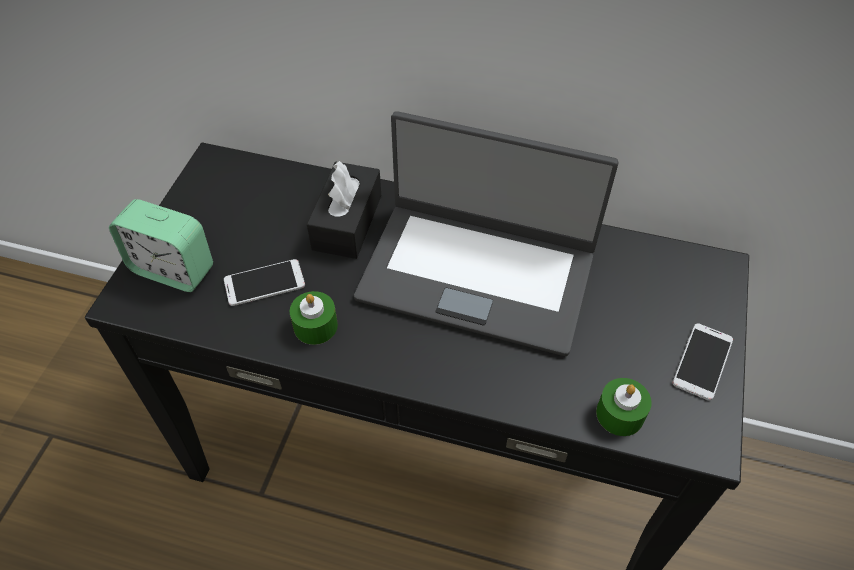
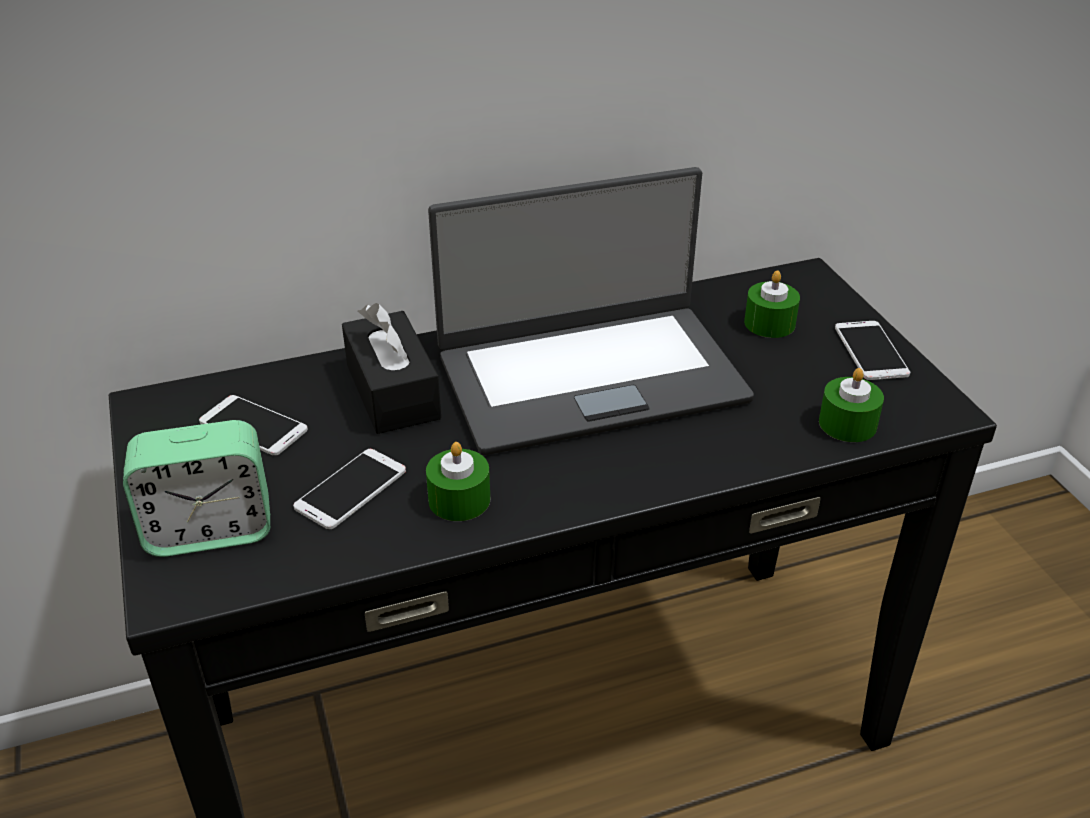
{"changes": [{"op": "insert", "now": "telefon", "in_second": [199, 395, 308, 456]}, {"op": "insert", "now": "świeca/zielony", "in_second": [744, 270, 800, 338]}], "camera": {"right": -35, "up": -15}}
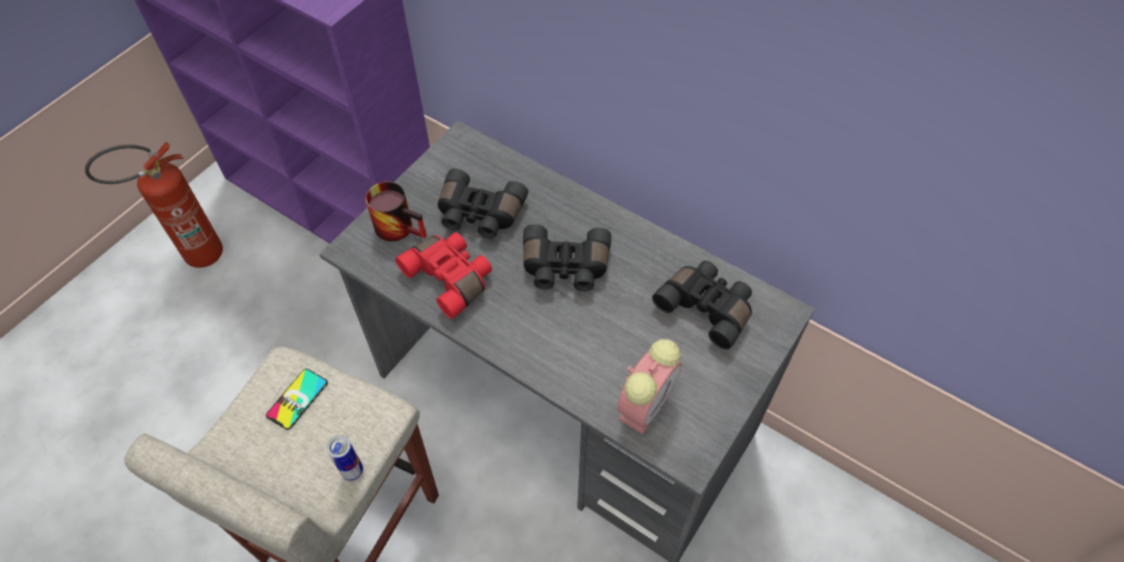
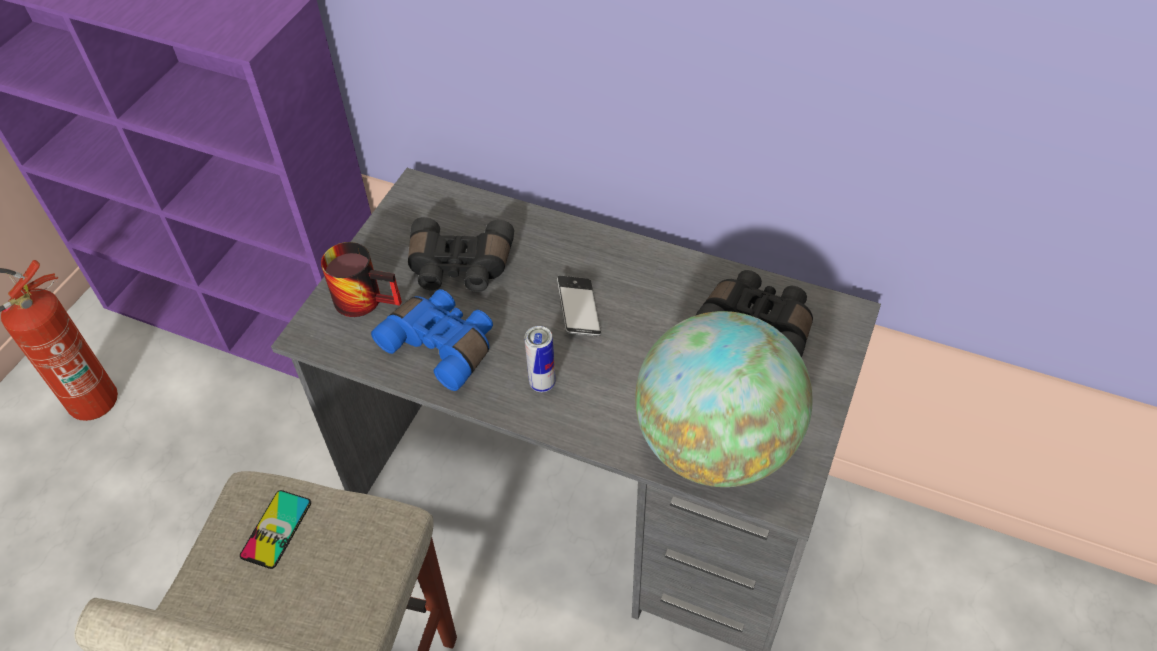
{"changes": [{"op": "move", "was": "puszka", "in_first": [327, 435, 363, 481], "in_second": [525, 326, 555, 392]}, {"op": "recolor", "was": "lornetka/czerwony", "now": "lornetka/niebieski", "in_first": [395, 232, 492, 319], "in_second": [371, 289, 493, 391]}, {"op": "replace", "was": "lornetka/czarny", "now": "telefon", "in_first": [523, 224, 611, 292], "in_second": [557, 275, 601, 336]}, {"op": "replace", "was": "budzik", "now": "globus", "in_first": [617, 339, 682, 434], "in_second": [635, 311, 813, 487]}], "camera": {"right": -10, "up": -5}}
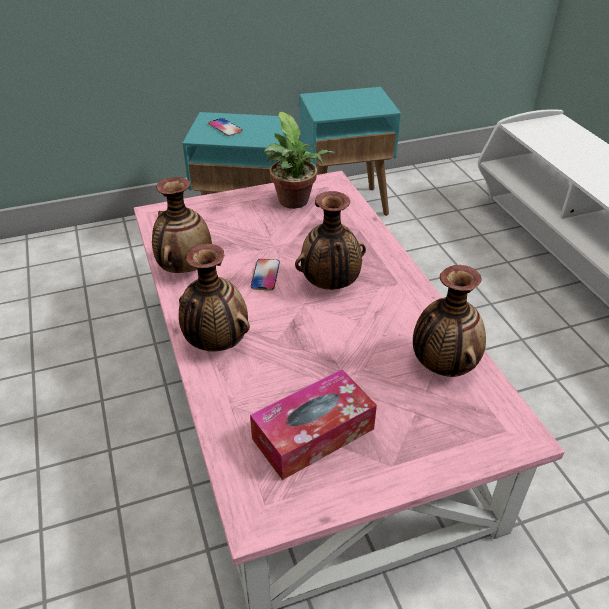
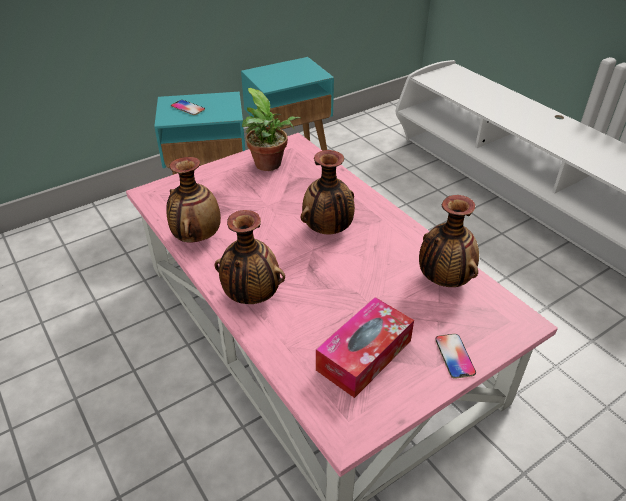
{"changes": [{"op": "move", "was": "telefon", "in_first": [251, 259, 280, 291], "in_second": [435, 334, 476, 379]}], "camera": {"right": -15, "up": 0}}
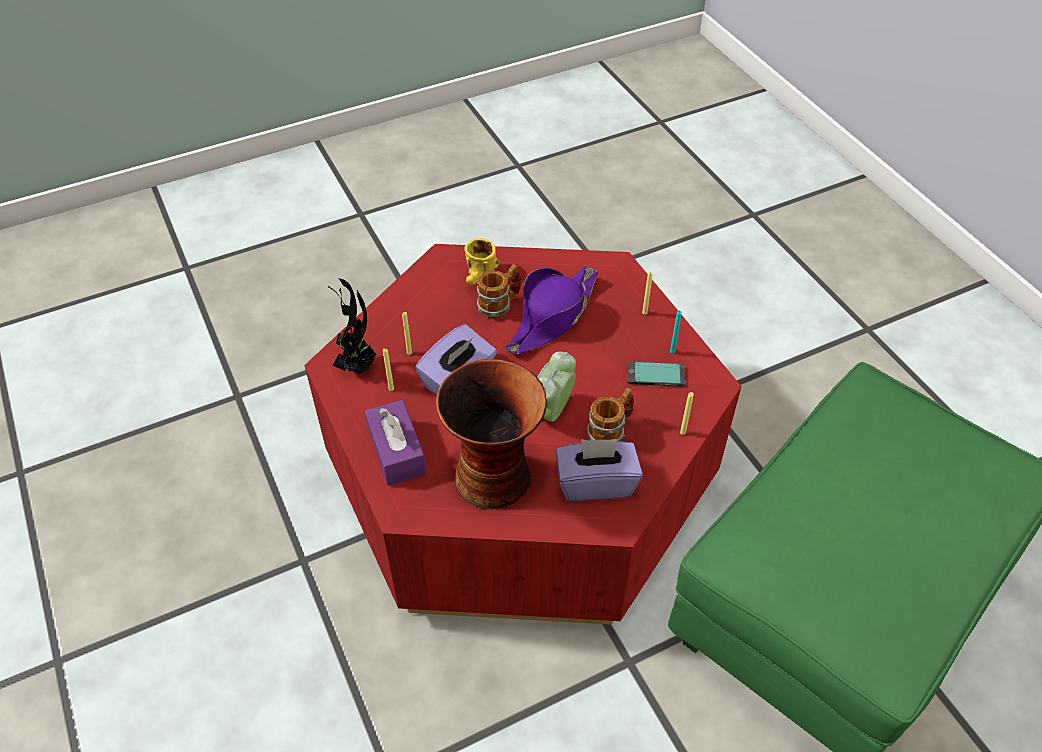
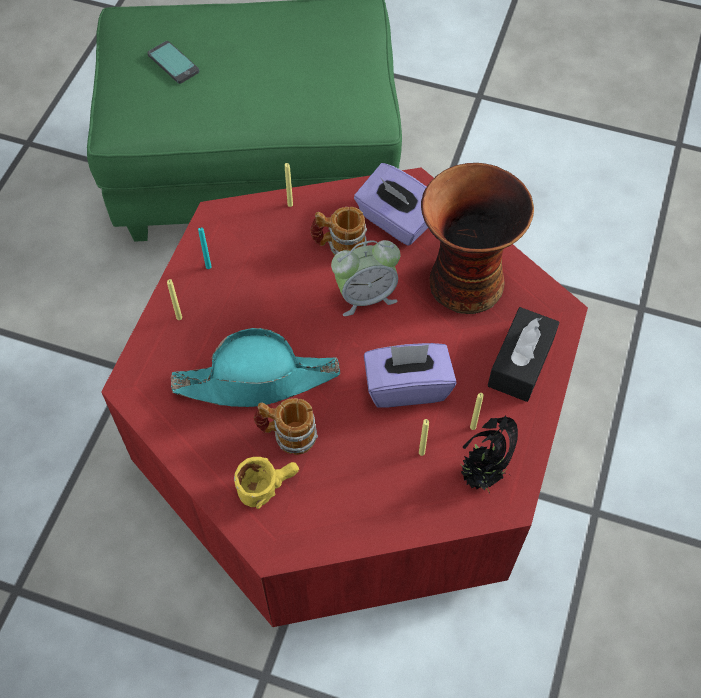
{"changes": [{"op": "recolor", "was": "pudełko chusteczek/fioletowy", "now": "pudełko chusteczek/czarny", "in_first": [365, 400, 426, 486], "in_second": [488, 307, 560, 402]}, {"op": "recolor", "was": "kapelusz/fioletowy", "now": "kapelusz/turkusowy", "in_first": [506, 266, 598, 354], "in_second": [170, 328, 340, 407]}, {"op": "move", "was": "telefon", "in_first": [627, 361, 685, 387], "in_second": [147, 41, 199, 84]}], "camera": {"right": -135, "up": 10}}
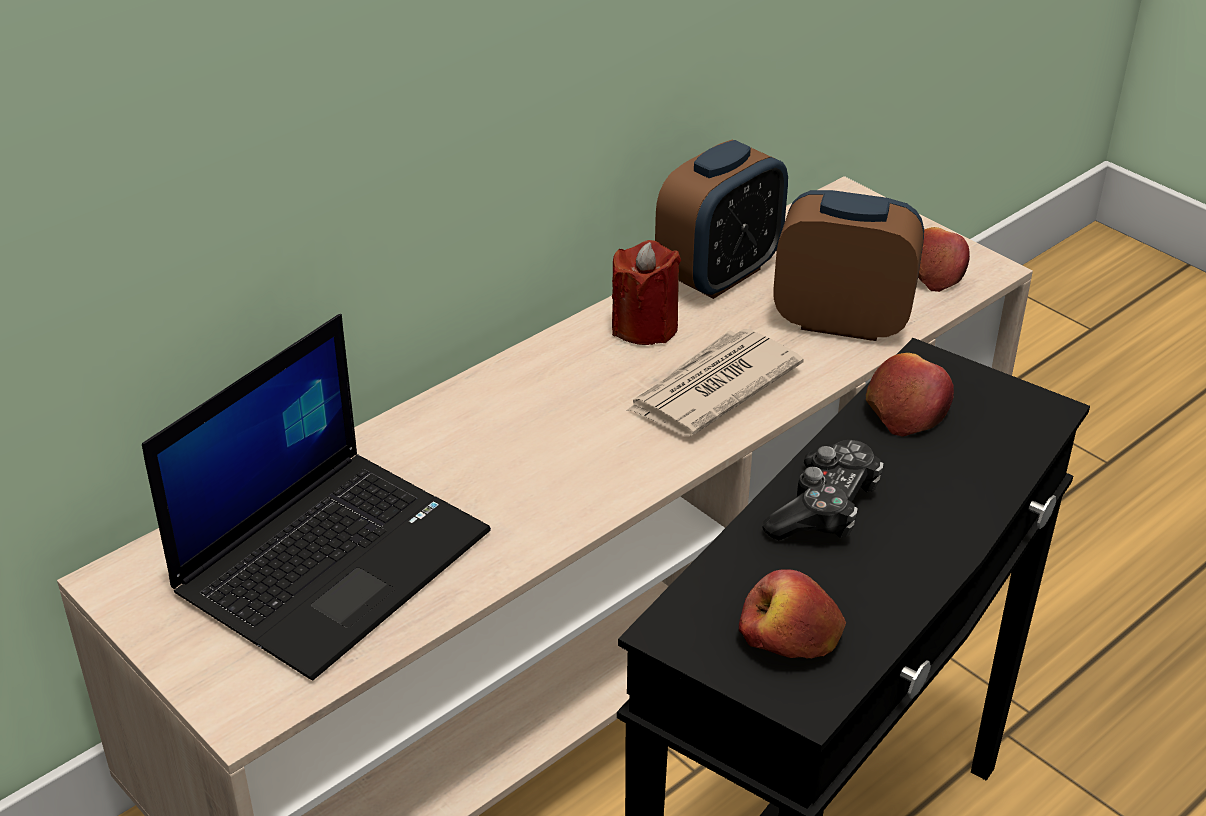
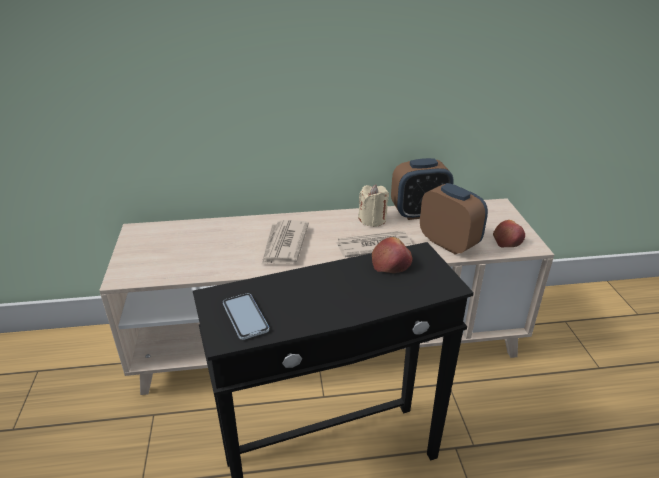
{"changes": [{"op": "delete", "was": "laptop", "in_first": [142, 314, 491, 680]}, {"op": "recolor", "was": "świeca/czerwony", "now": "świeca/beżowy", "in_first": [612, 240, 681, 345], "in_second": [358, 184, 389, 227]}, {"op": "replace", "was": "jabłko", "now": "telefon", "in_first": [739, 569, 846, 659], "in_second": [223, 293, 269, 340]}, {"op": "delete", "was": "pad do gier", "in_first": [762, 440, 883, 540]}, {"op": "insert", "now": "gazeta", "in_second": [261, 220, 309, 265]}], "camera": {"right": 35, "up": -5}}
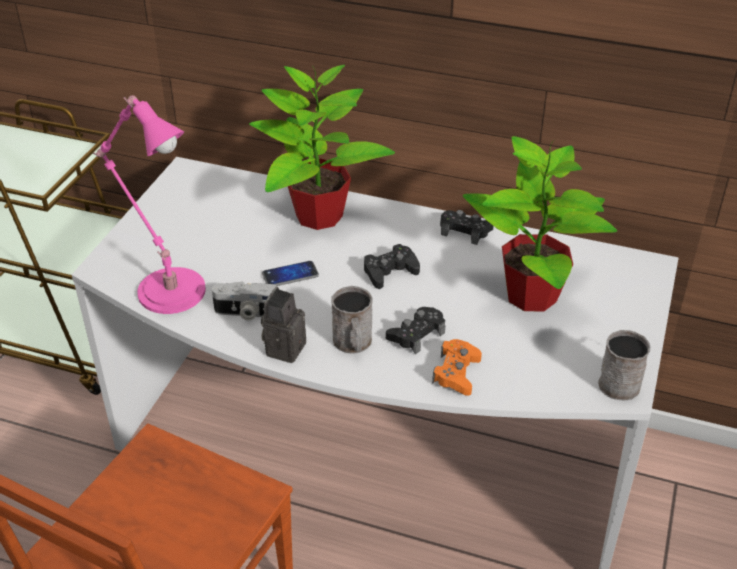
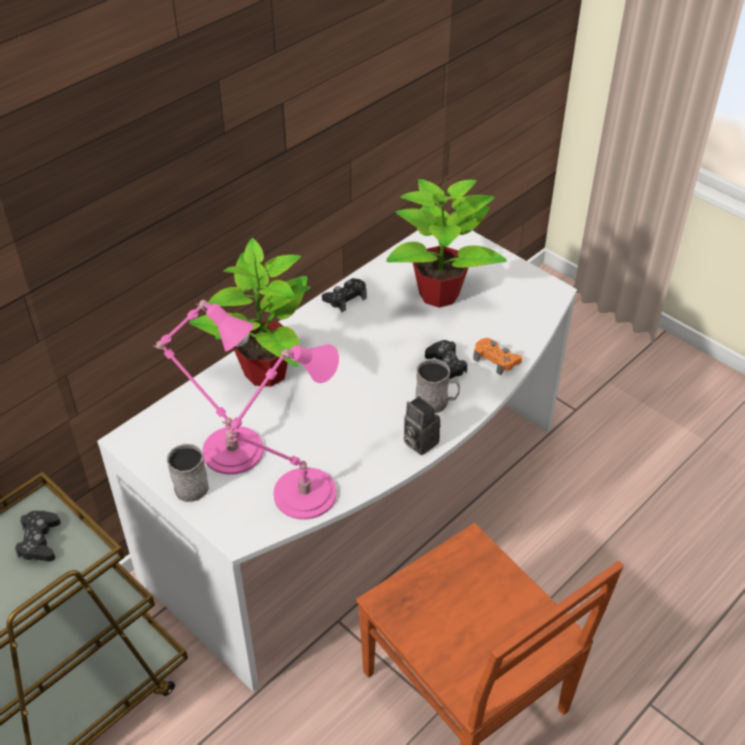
{"changes": [{"op": "delete", "was": "aparat fotograficzny", "in_first": [212, 281, 276, 320]}, {"op": "delete", "was": "telefon", "in_first": [262, 261, 319, 286]}, {"op": "move", "was": "pad do gier/czarny", "in_first": [364, 244, 420, 289], "in_second": [15, 511, 61, 562]}, {"op": "move", "was": "kubek/szary", "in_first": [598, 330, 650, 400], "in_second": [167, 444, 209, 502]}, {"op": "insert", "now": "lampa stołowa/różowy", "in_second": [153, 300, 263, 475]}], "camera": {"right": -65, "up": 5}}
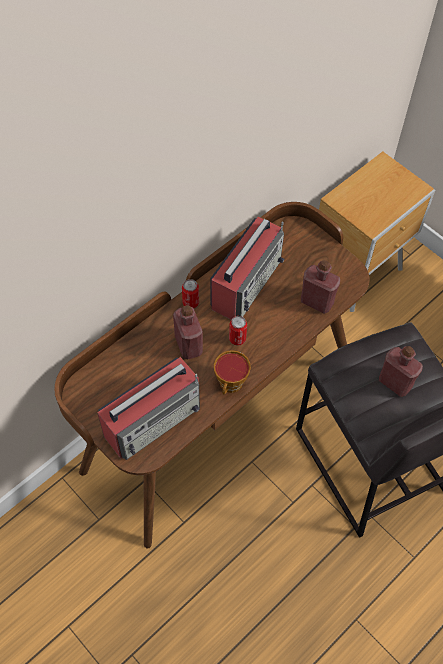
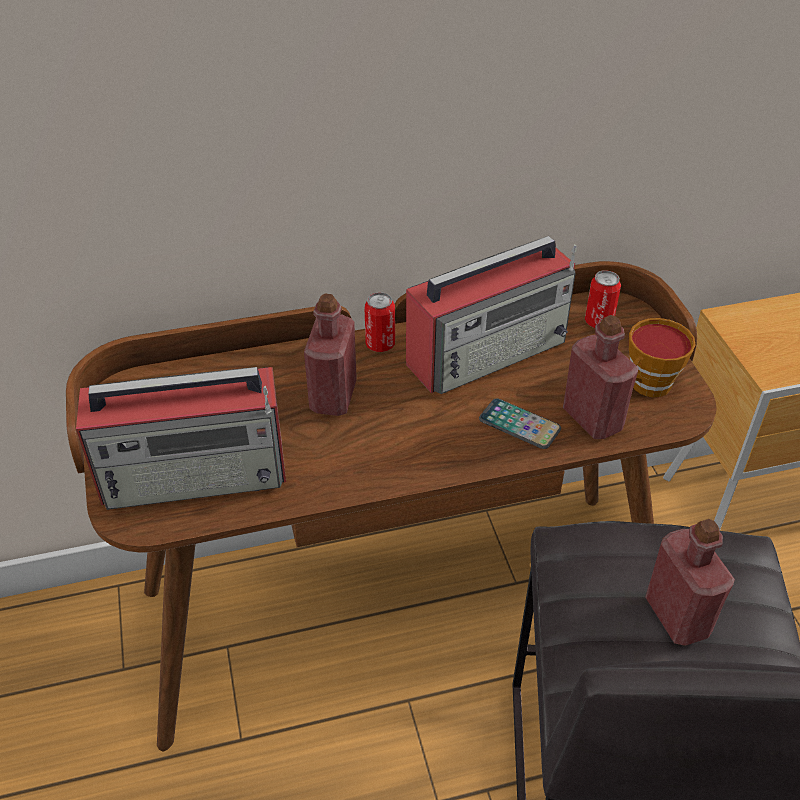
{"changes": [{"op": "move", "was": "filiżanka", "in_first": [214, 350, 251, 394], "in_second": [629, 318, 696, 397]}, {"op": "move", "was": "puszka", "in_first": [229, 316, 247, 346], "in_second": [585, 270, 621, 328]}, {"op": "insert", "now": "telefon", "in_second": [479, 398, 561, 449]}], "camera": {"right": 30, "up": -15}}
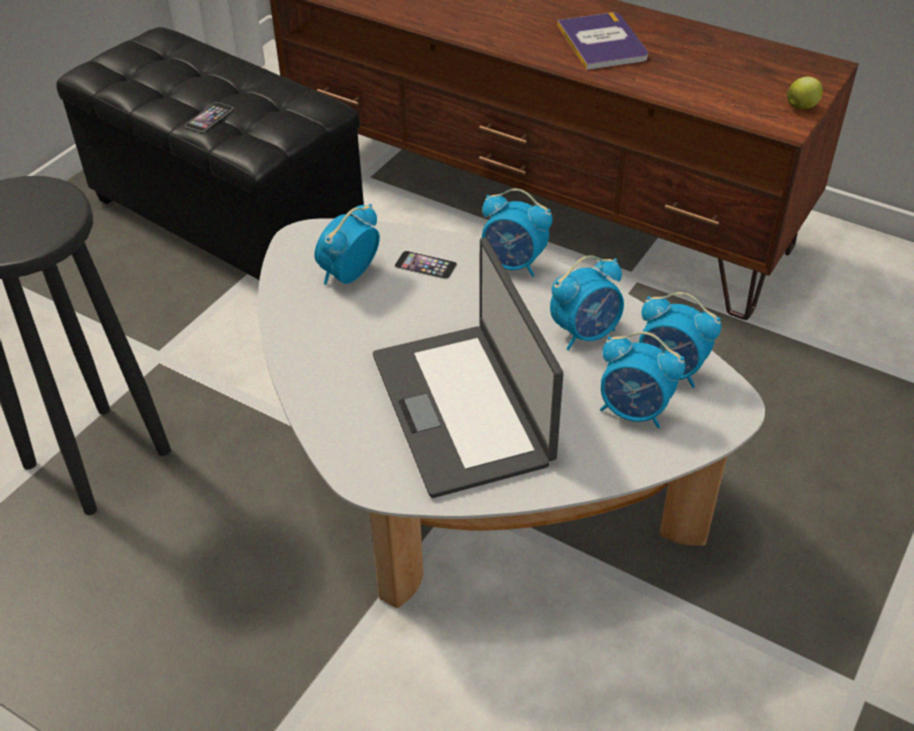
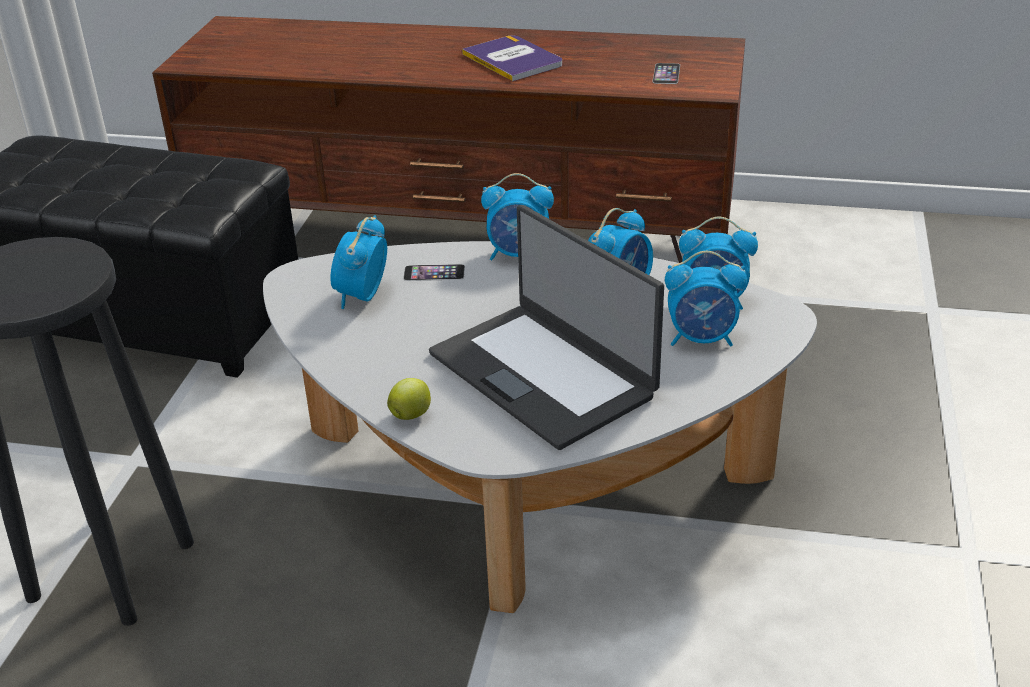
{"changes": [{"op": "move", "was": "telefon", "in_first": [185, 102, 233, 132], "in_second": [653, 63, 680, 84]}, {"op": "move", "was": "jabłko", "in_first": [787, 77, 823, 109], "in_second": [387, 378, 431, 420]}], "camera": {"right": -20, "up": -10}}
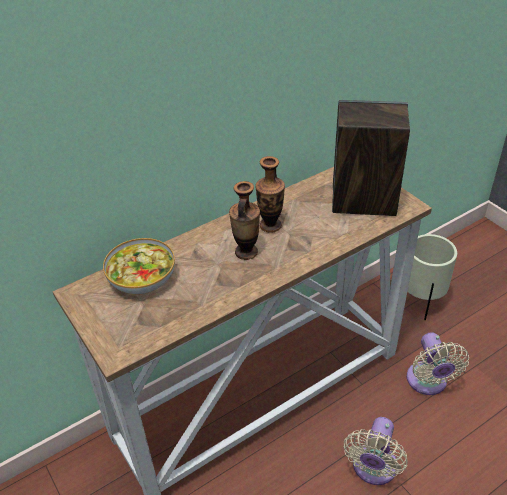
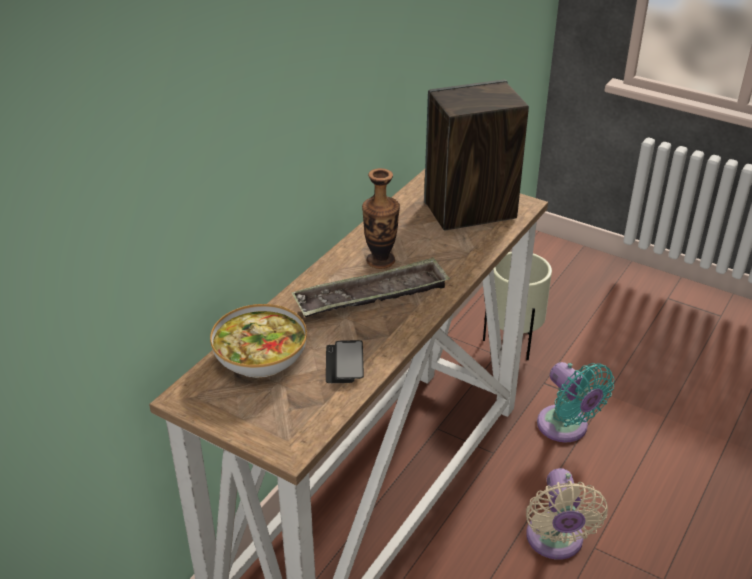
{"changes": [{"op": "replace", "was": "wazon", "now": "taca", "in_first": [229, 181, 260, 260], "in_second": [291, 257, 450, 317]}, {"op": "recolor", "was": "wentylator/beżowy", "now": "wentylator/turkusowy", "in_first": [407, 332, 469, 395], "in_second": [537, 362, 615, 442]}, {"op": "insert", "now": "telefon", "in_second": [326, 340, 364, 383]}], "camera": {"right": -25, "up": -5}}
